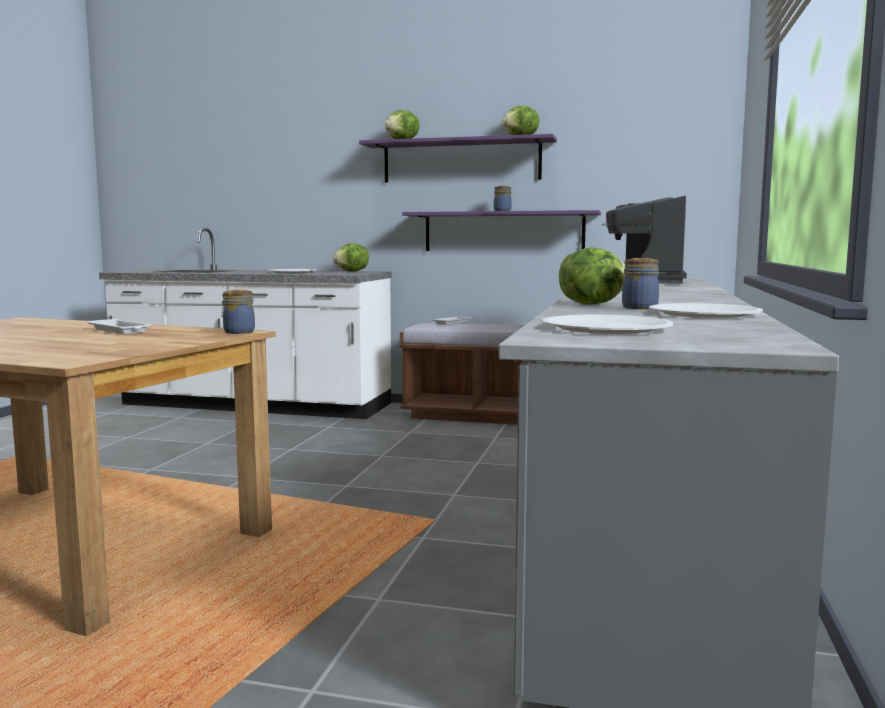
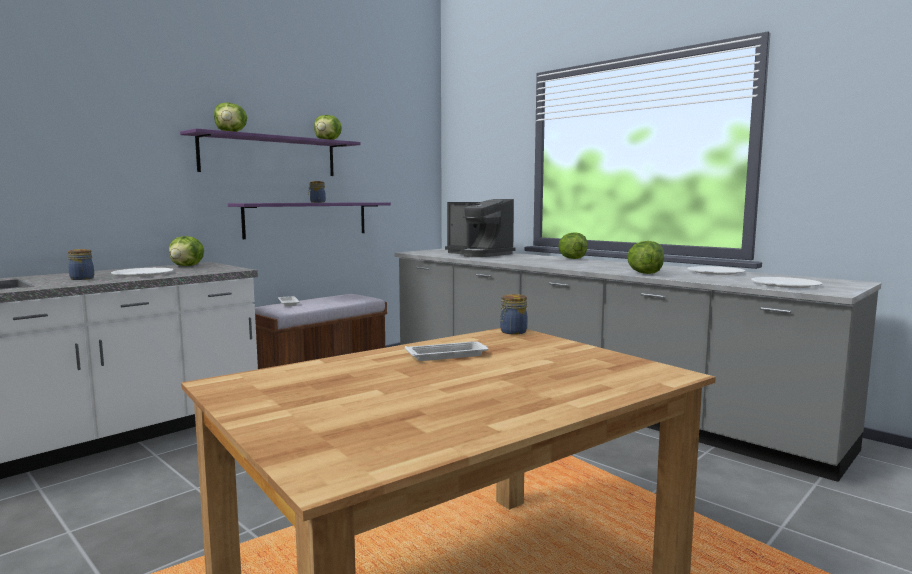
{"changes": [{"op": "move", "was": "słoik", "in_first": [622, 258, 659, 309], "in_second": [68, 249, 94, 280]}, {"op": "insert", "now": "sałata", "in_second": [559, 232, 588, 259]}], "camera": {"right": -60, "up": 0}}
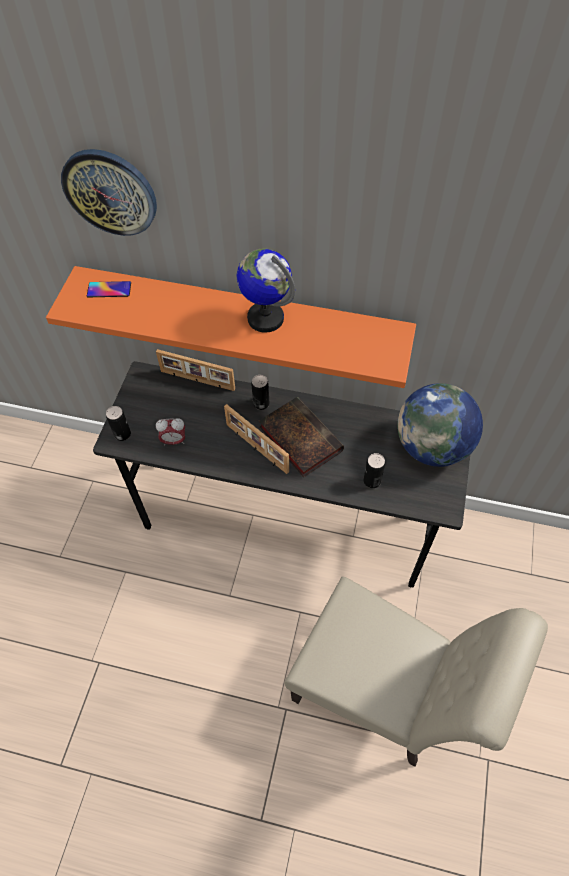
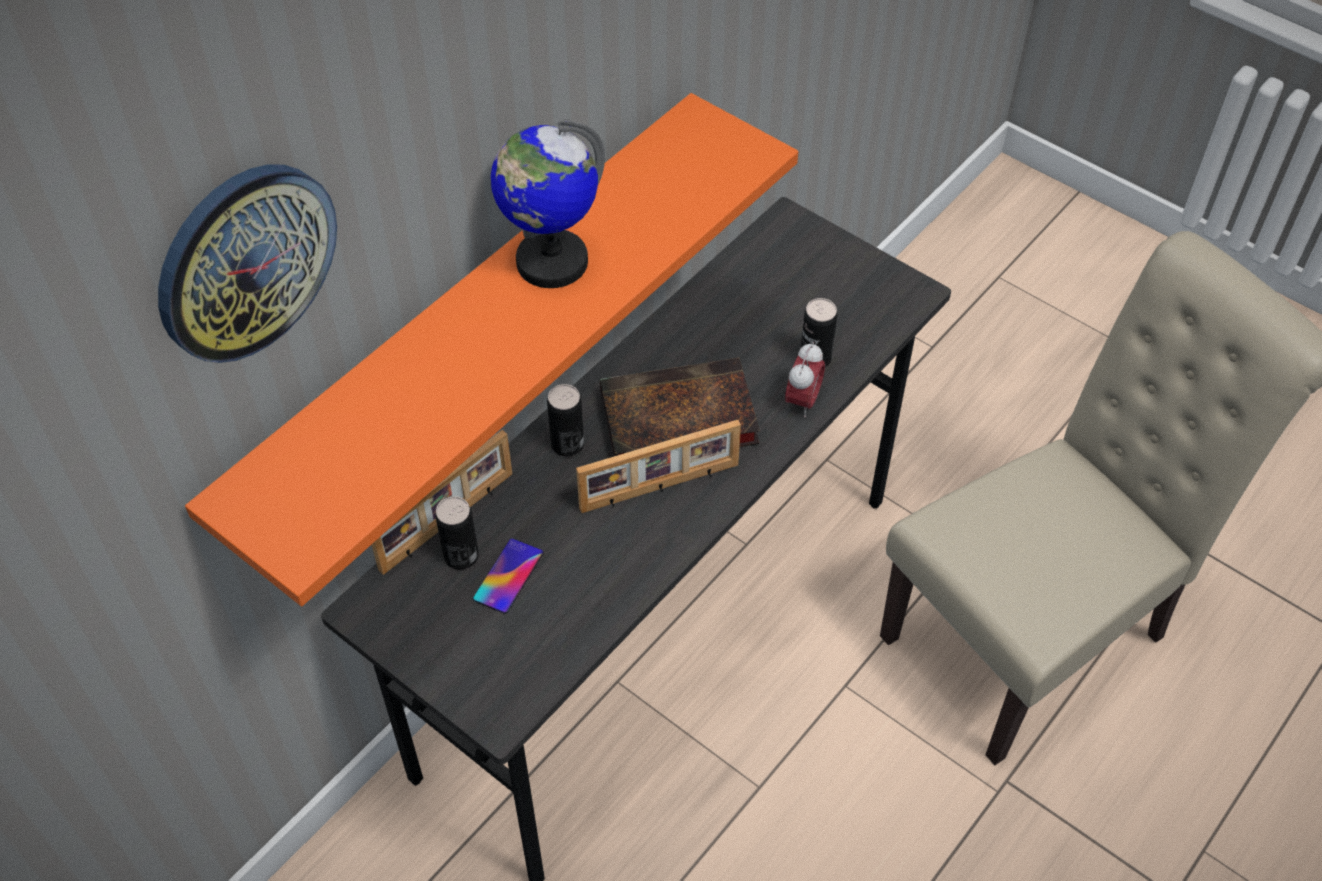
{"changes": [{"op": "move", "was": "telefon", "in_first": [87, 281, 131, 297], "in_second": [473, 538, 544, 614]}, {"op": "move", "was": "puszka", "in_first": [106, 406, 131, 441], "in_second": [435, 496, 479, 570]}, {"op": "move", "was": "budzik", "in_first": [156, 418, 185, 446], "in_second": [785, 342, 825, 417]}, {"op": "delete", "was": "globus", "in_first": [397, 383, 483, 467]}], "camera": {"right": -65, "up": -5}}
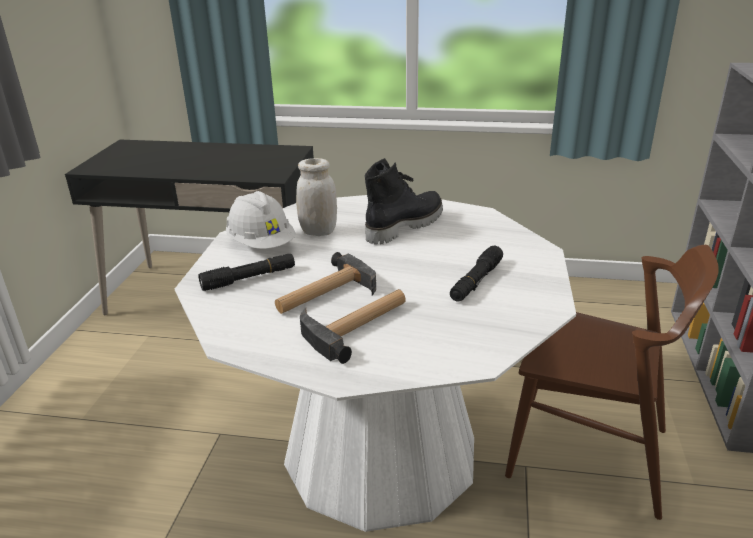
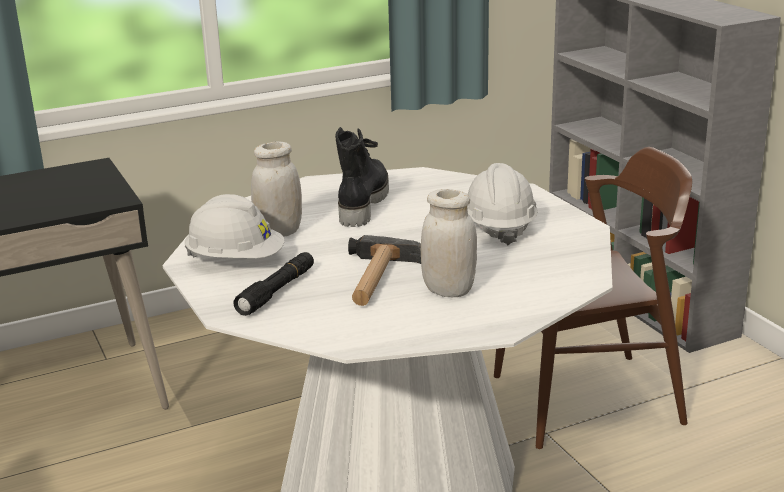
{"changes": [{"op": "replace", "was": "młotek", "now": "słoik/biały", "in_first": [300, 289, 406, 364], "in_second": [421, 189, 477, 297]}, {"op": "replace", "was": "latarka/czarny", "now": "kask/biały", "in_first": [450, 246, 503, 302], "in_second": [467, 163, 538, 246]}], "camera": {"right": -35, "up": -5}}
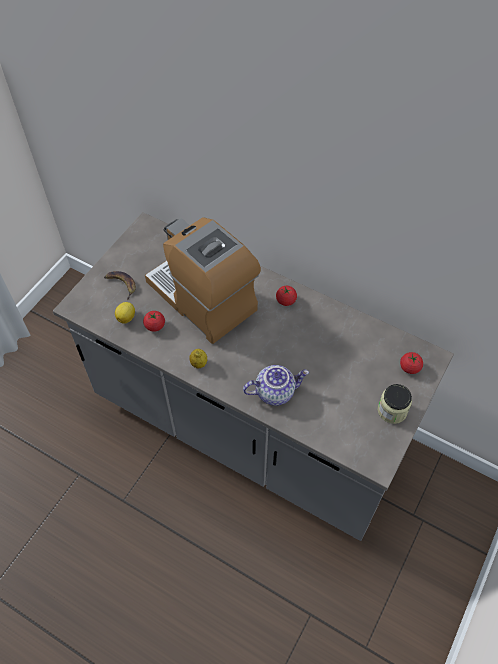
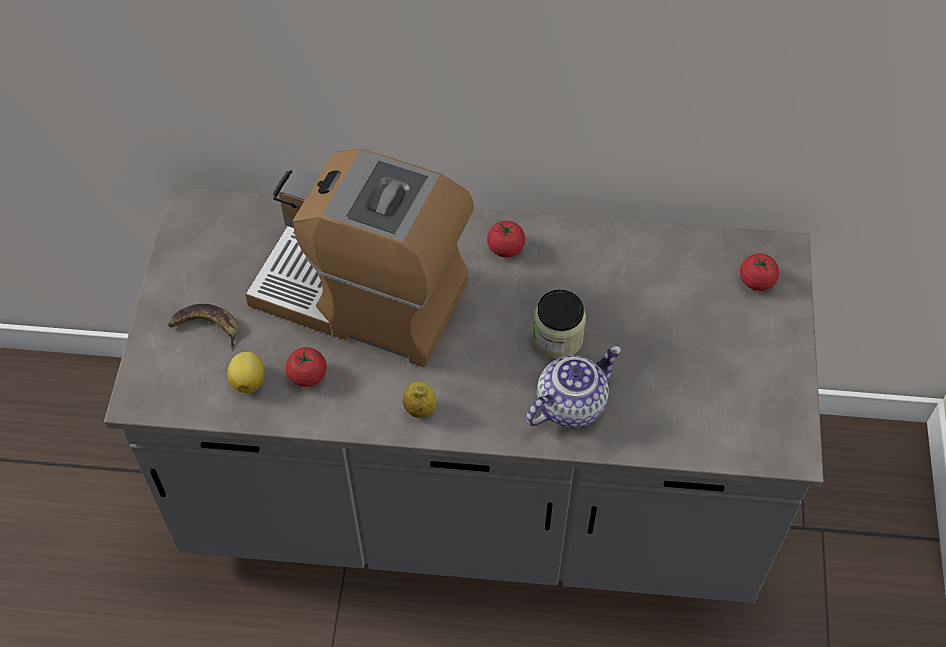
{"changes": [{"op": "move", "was": "słoik", "in_first": [378, 384, 412, 424], "in_second": [533, 290, 586, 359]}], "camera": {"right": -25, "up": 0}}
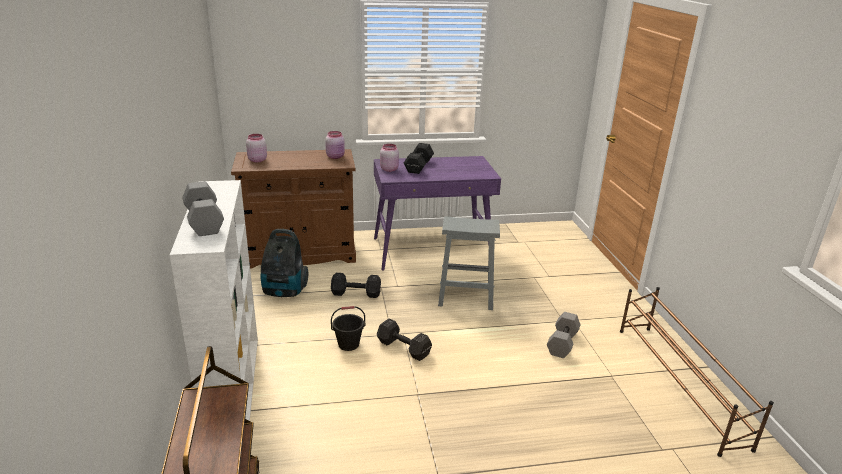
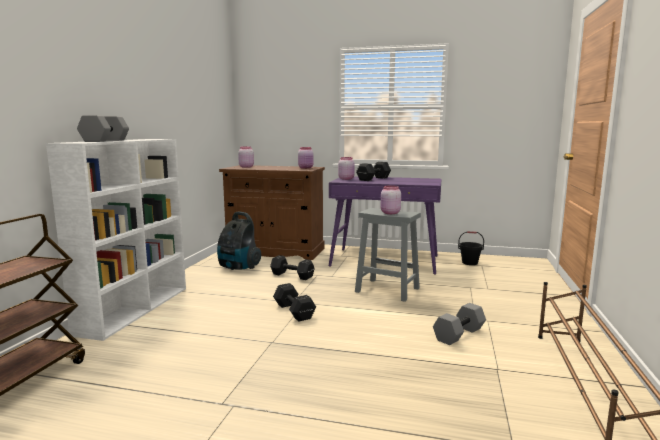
{"changes": [{"op": "move", "was": "wiadro/czarny", "in_first": [331, 306, 365, 351], "in_second": [458, 231, 484, 265]}, {"op": "insert", "now": "słoik/różowy", "in_second": [381, 185, 401, 214]}], "camera": {"right": 25, "up": -15}}
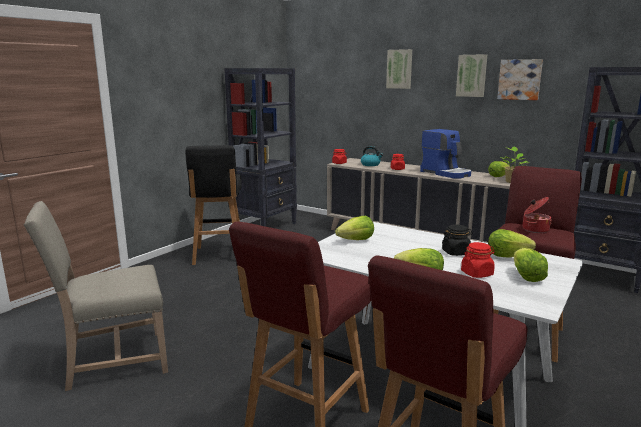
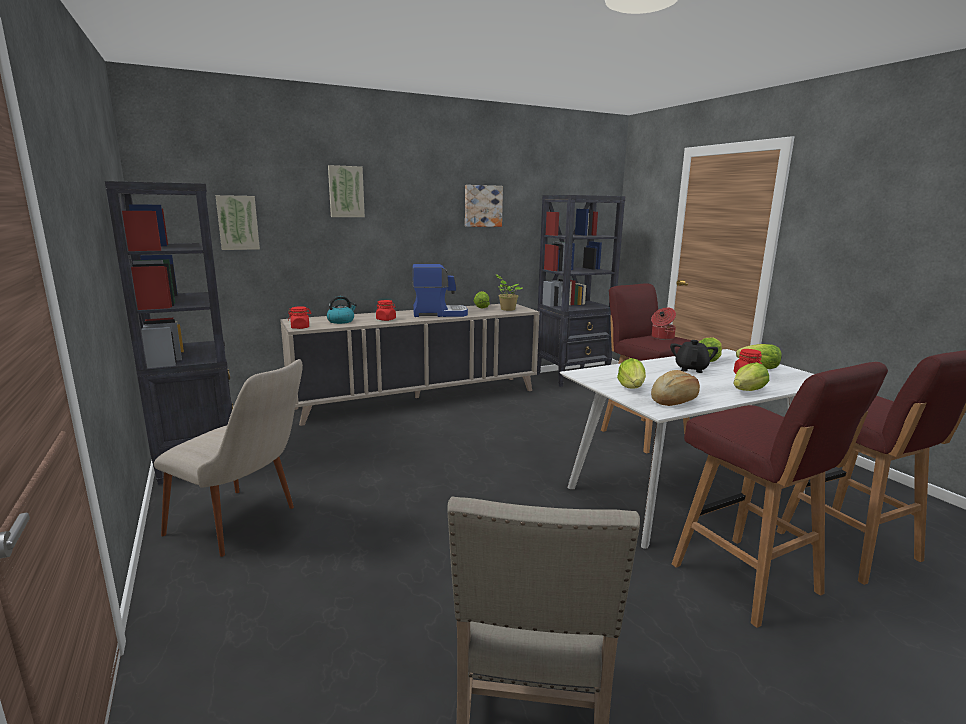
{"changes": [{"op": "replace", "was": "stołek/czarny", "now": "krzesło/beżowy", "in_first": [185, 145, 242, 265], "in_second": [154, 359, 303, 557]}, {"op": "replace", "was": "słoik/czarny", "now": "imbryk/czarny", "in_first": [442, 225, 473, 256], "in_second": [670, 340, 718, 373]}, {"op": "move", "was": "obraz", "in_first": [456, 54, 487, 97], "in_second": [215, 195, 260, 250]}, {"op": "insert", "now": "chleb", "in_second": [651, 370, 700, 406]}], "camera": {"right": -60, "up": 0}}
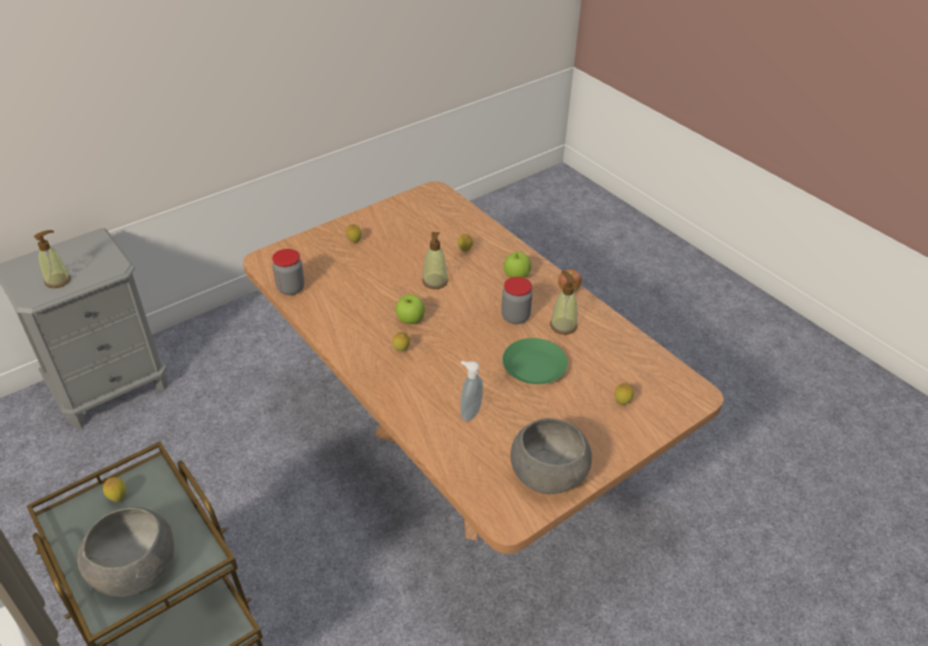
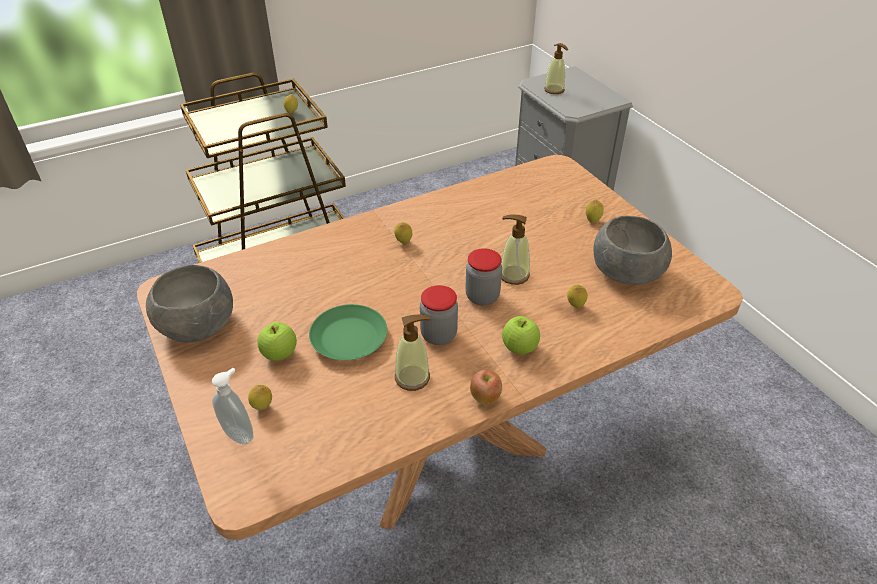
{"changes": [{"op": "move", "was": "miska/szary", "in_first": [78, 507, 174, 597], "in_second": [593, 216, 672, 285]}, {"op": "move", "was": "słoik", "in_first": [272, 249, 304, 295], "in_second": [465, 248, 502, 305]}, {"op": "move", "was": "jabłko", "in_first": [395, 294, 425, 324], "in_second": [257, 322, 297, 361]}, {"op": "move", "was": "dozownik mydła", "in_first": [460, 361, 483, 421], "in_second": [212, 368, 254, 444]}], "camera": {"right": 100, "up": 0}}
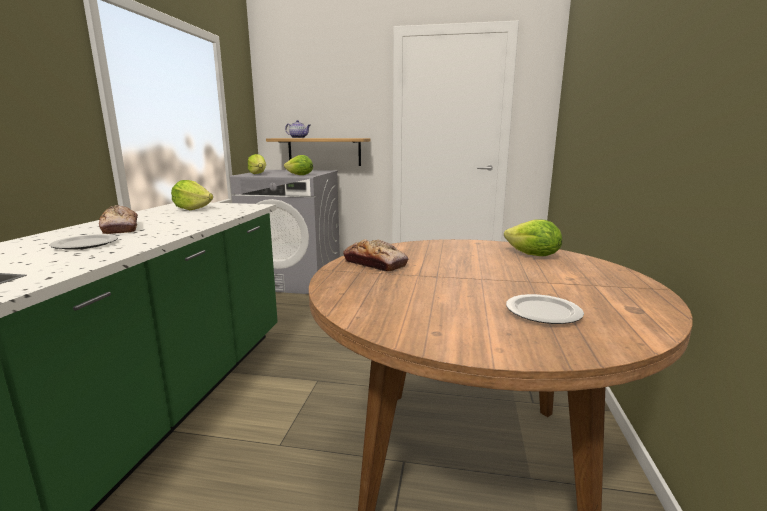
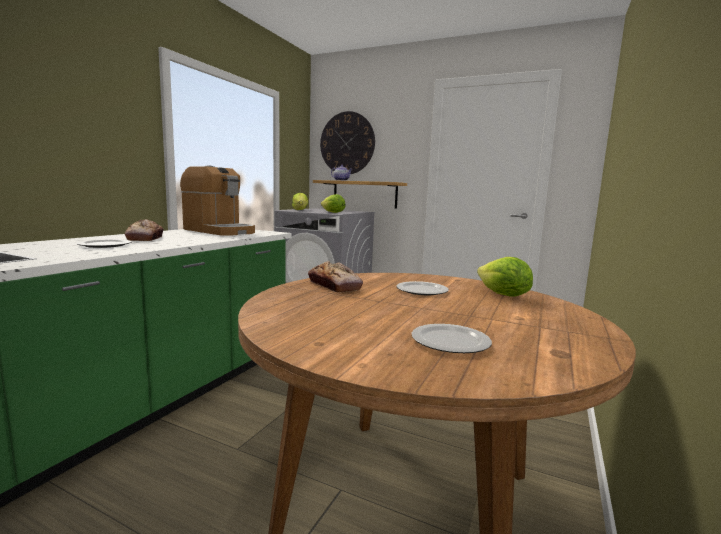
{"changes": [{"op": "replace", "was": "sałata", "now": "ekspres do kawy", "in_first": [171, 180, 213, 210], "in_second": [180, 166, 255, 236]}, {"op": "insert", "now": "zegar ścienny", "in_second": [320, 111, 375, 174]}, {"op": "insert", "now": "talerz", "in_second": [396, 281, 449, 295]}], "camera": {"right": 15, "up": -5}}
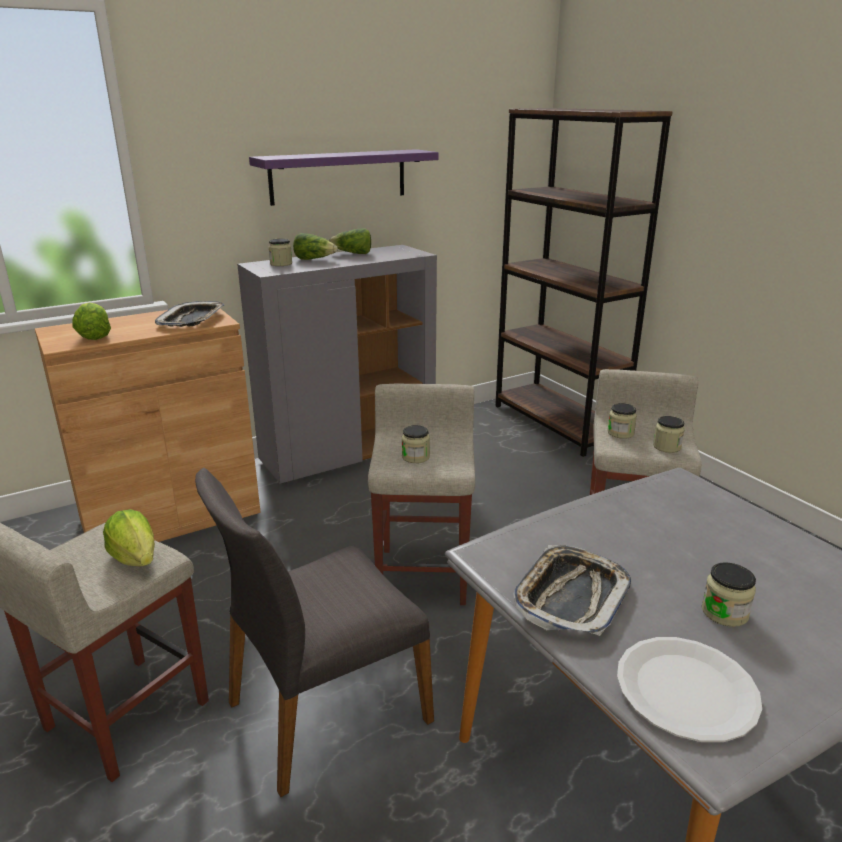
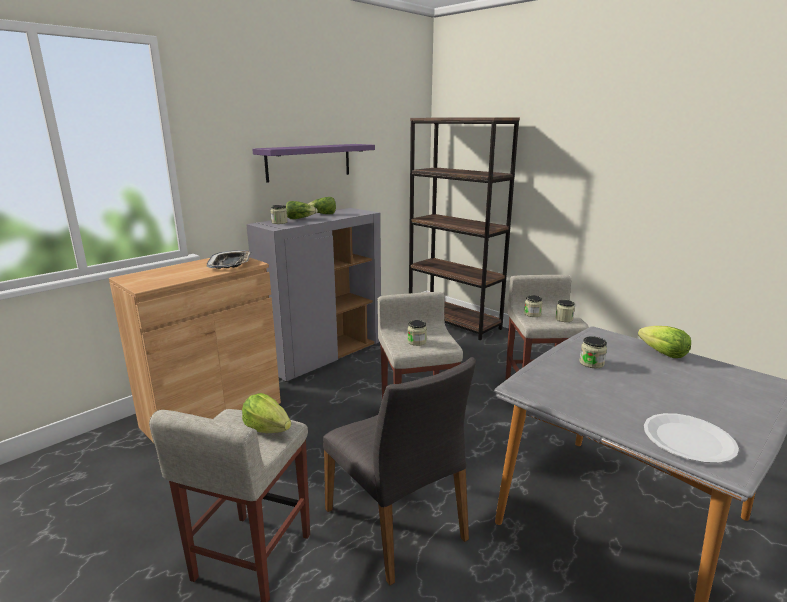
{"changes": [{"op": "move", "was": "sałata", "in_first": [72, 302, 111, 340], "in_second": [638, 326, 691, 358]}, {"op": "rotate", "was": "krzesło/szary", "in_first": [195, 468, 434, 797], "in_second": [323, 357, 476, 586], "clockwise": -75}, {"op": "delete", "was": "taca", "in_first": [513, 545, 631, 636]}, {"op": "move", "was": "słoik", "in_first": [701, 562, 756, 627], "in_second": [579, 336, 607, 368]}], "camera": {"right": -15, "up": -5}}
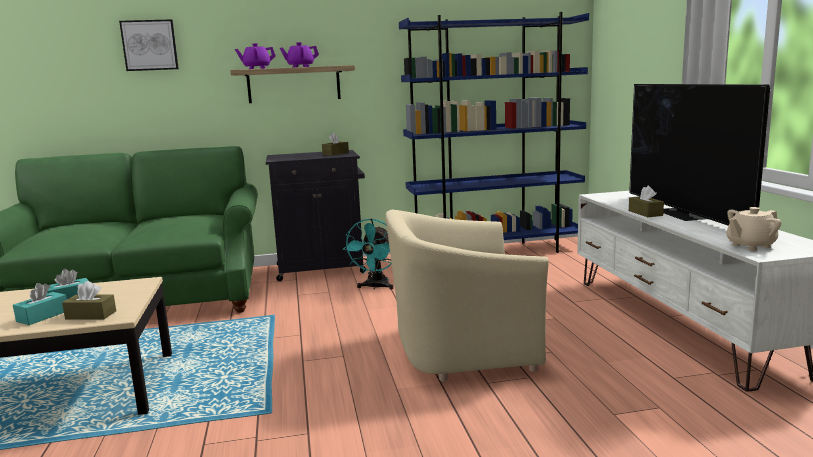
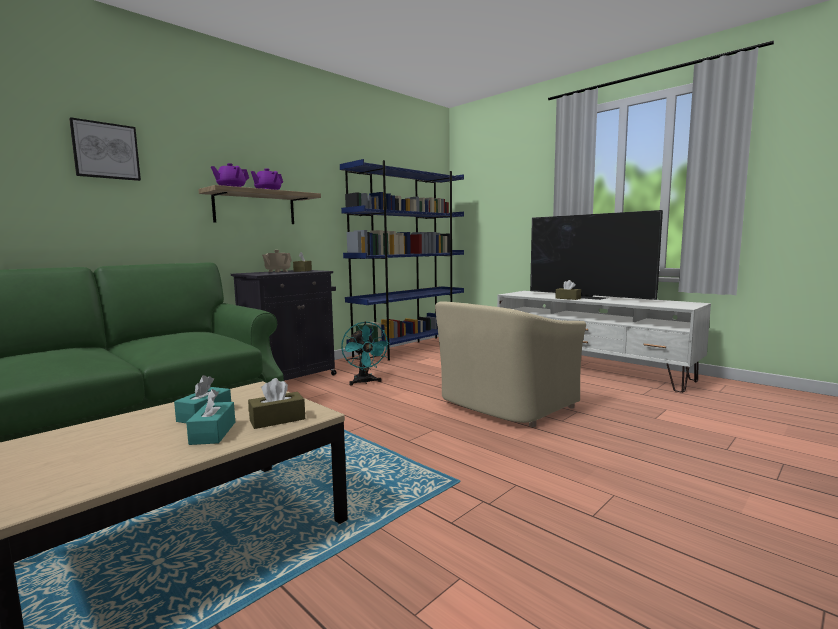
{"changes": [{"op": "move", "was": "imbryk/beżowy", "in_first": [727, 207, 781, 251], "in_second": [262, 250, 292, 272]}], "camera": {"right": -35, "up": -5}}
